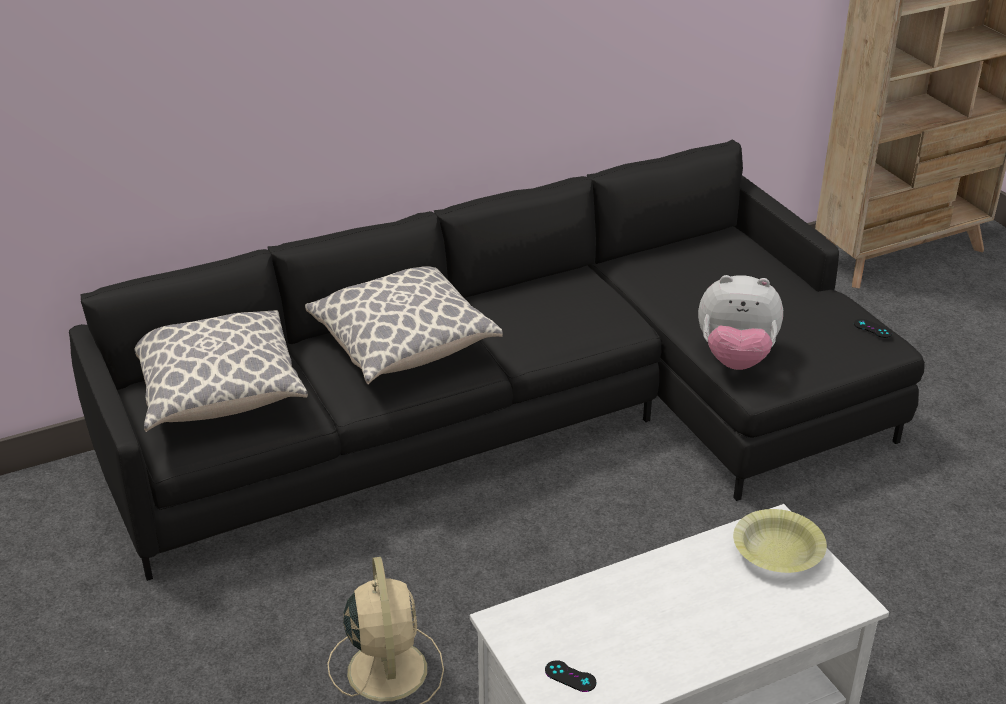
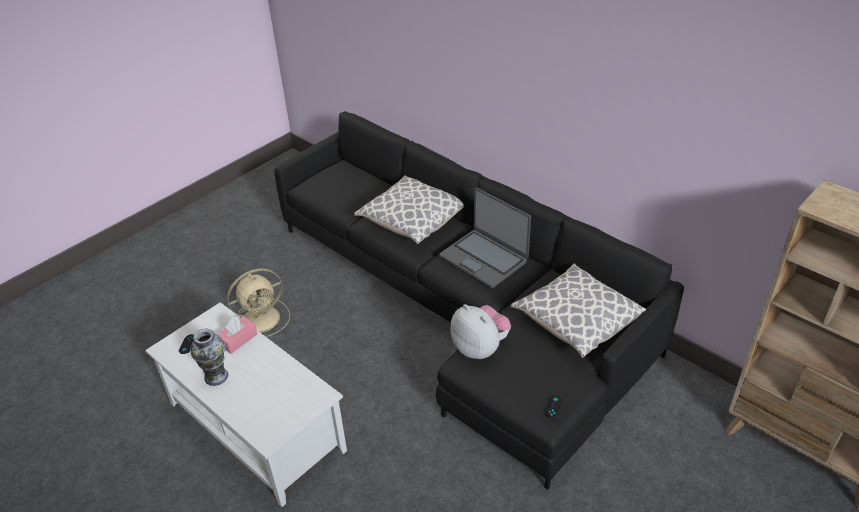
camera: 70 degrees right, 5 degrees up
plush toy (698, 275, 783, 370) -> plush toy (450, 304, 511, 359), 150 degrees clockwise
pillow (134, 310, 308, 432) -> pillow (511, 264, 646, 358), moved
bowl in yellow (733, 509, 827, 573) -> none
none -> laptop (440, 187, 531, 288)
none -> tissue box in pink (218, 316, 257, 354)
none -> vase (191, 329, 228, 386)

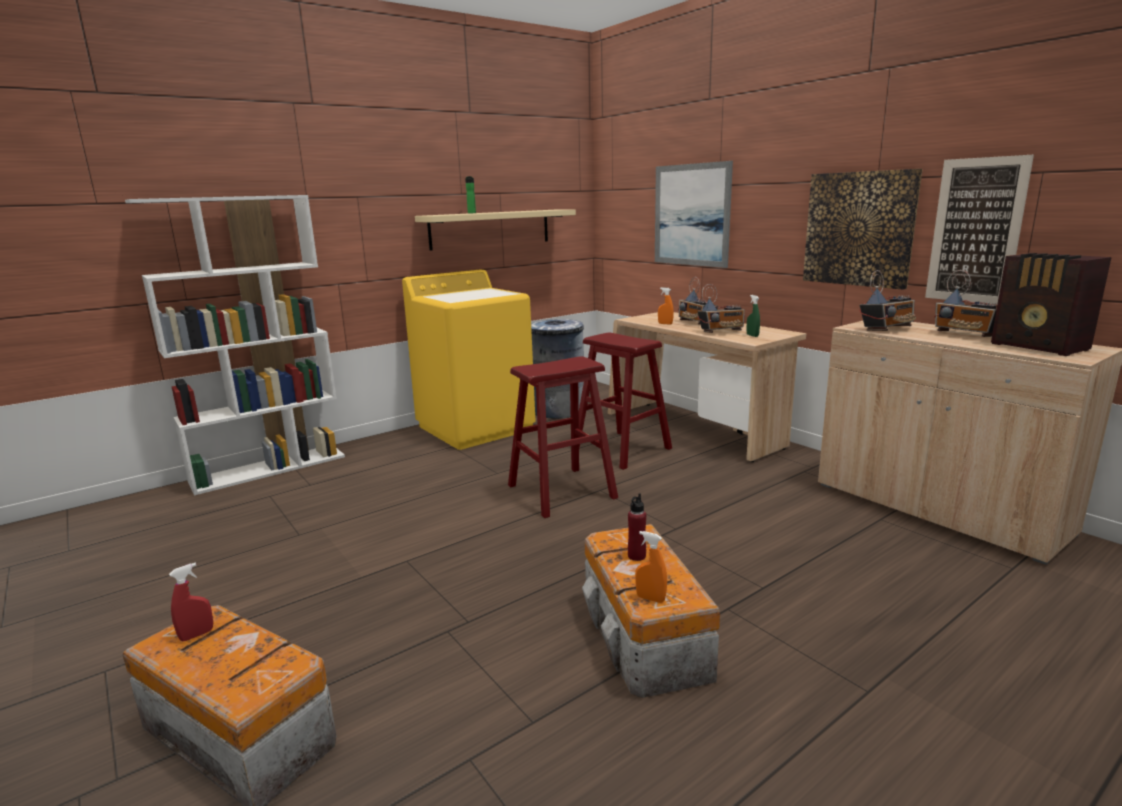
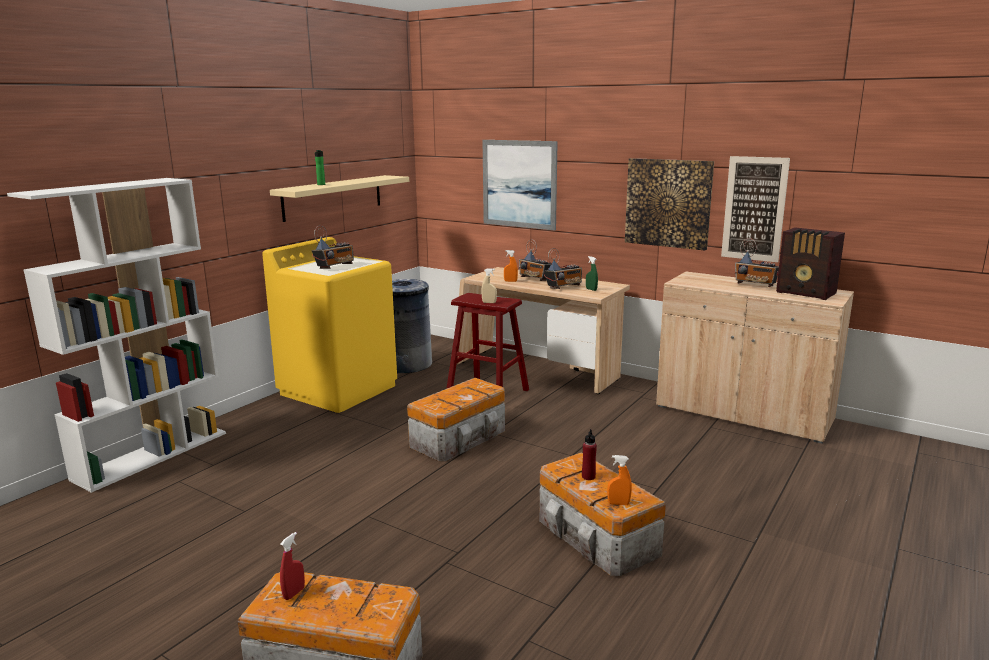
camera: 20 degrees left, 0 degrees up
radio (859, 270, 916, 331) -> radio (312, 225, 354, 269), moved
stool in red (508, 356, 618, 518) -> storage box (407, 378, 505, 461)
none -> spray bottle in beige (482, 268, 497, 303)

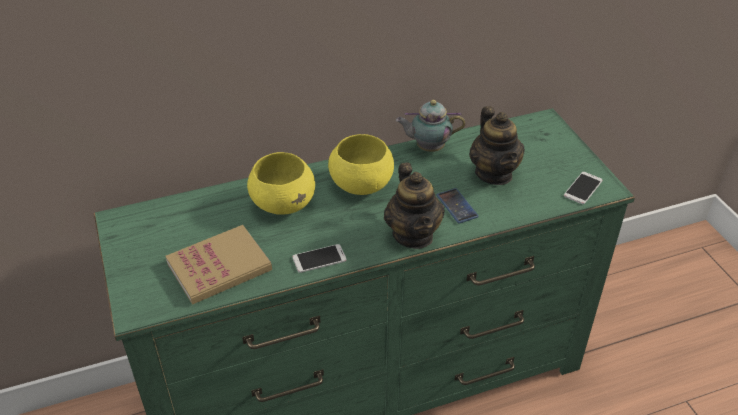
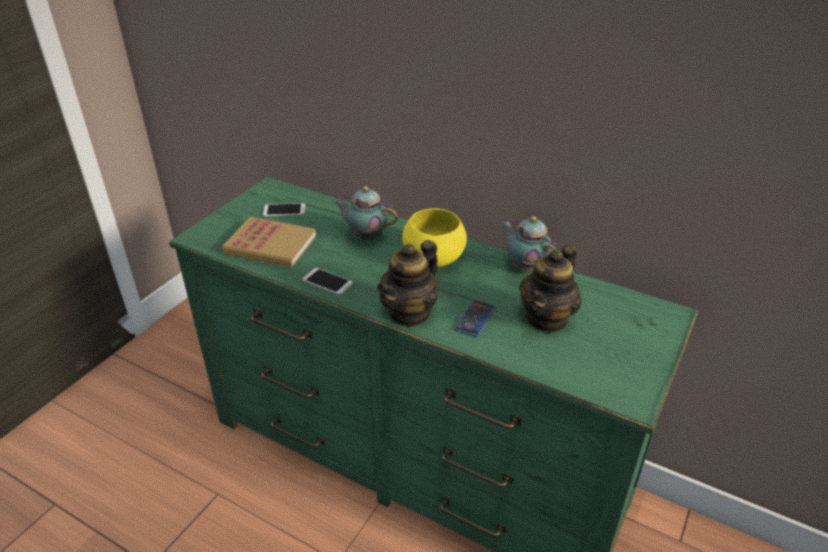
camera: 50 degrees right, 5 degrees down
bowl in yellow (247, 152, 315, 215) -> teapot (333, 186, 398, 240)
phone (564, 172, 602, 204) -> phone (263, 203, 305, 216), moved

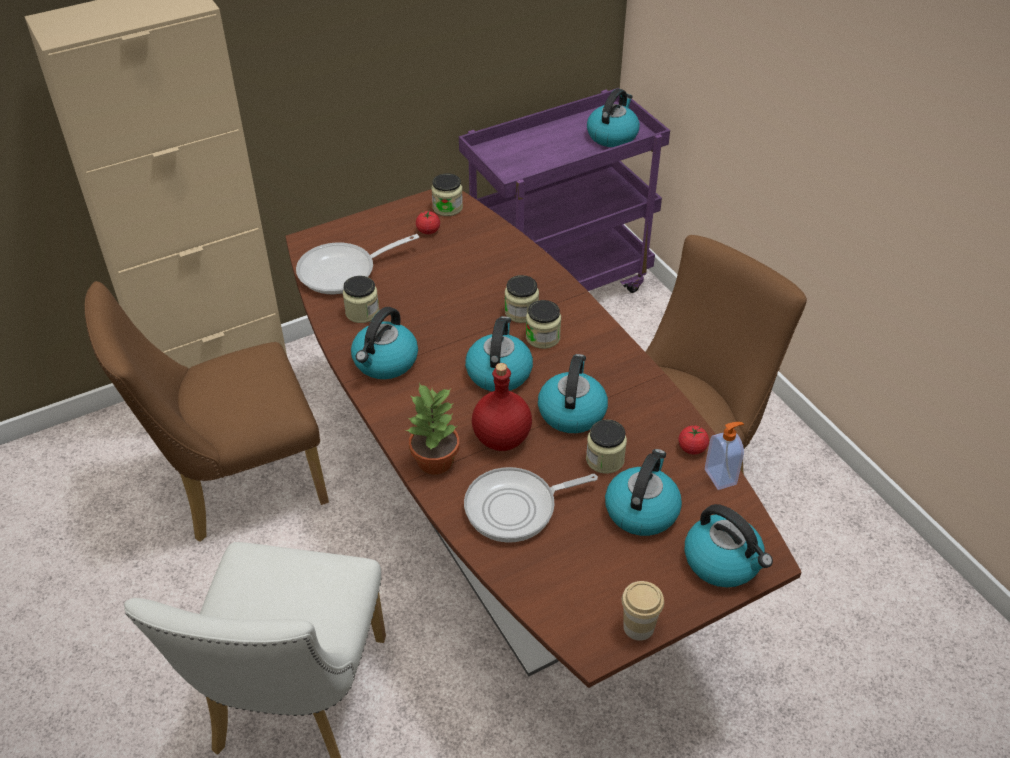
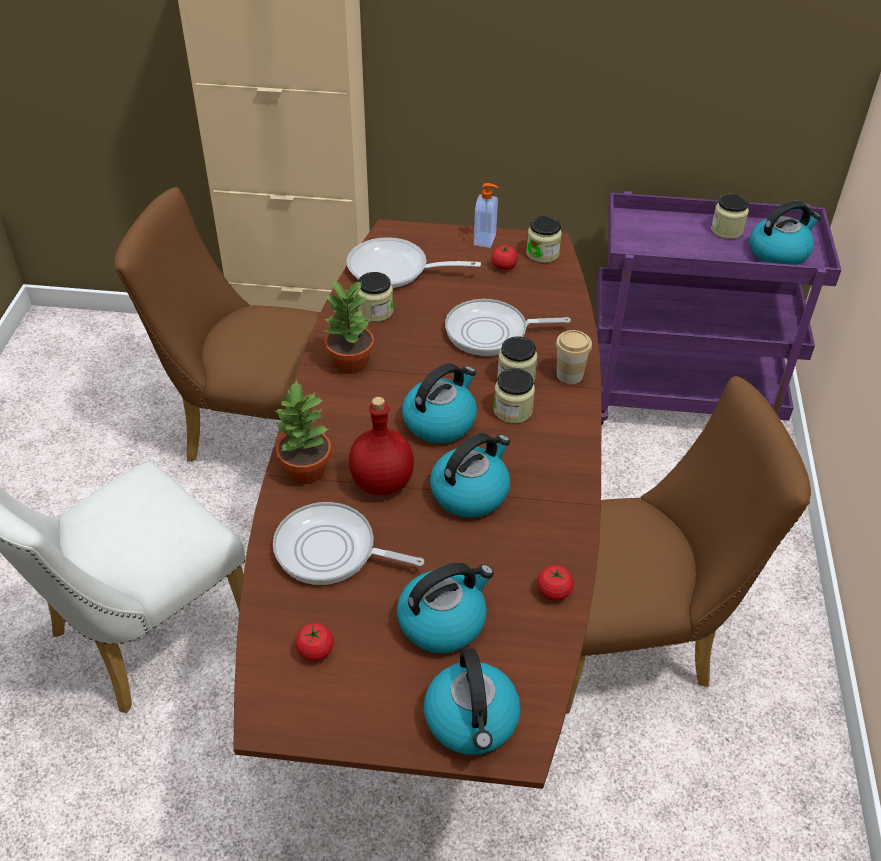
camera: 35 degrees right, 0 degrees up
kettle (351, 307, 418, 379) -> potted plant (323, 280, 374, 374)
jar (586, 419, 627, 474) -> jar (711, 194, 749, 239), moved
soap dispenser (705, 422, 744, 490) -> soap dispenser (474, 183, 499, 248), moved
cup (622, 581, 664, 641) -> cup (556, 330, 592, 384), moved
none -> frying pan (445, 299, 571, 356)
none -> tomato (295, 623, 334, 661)

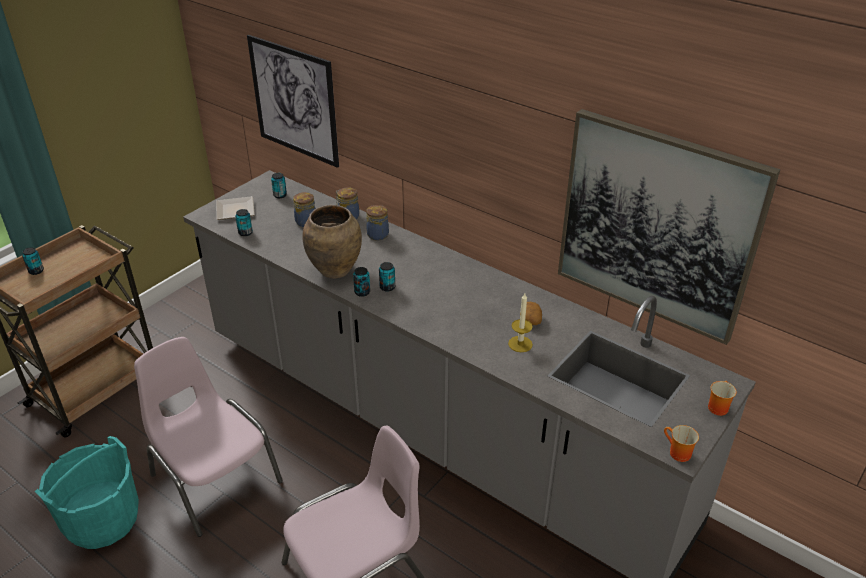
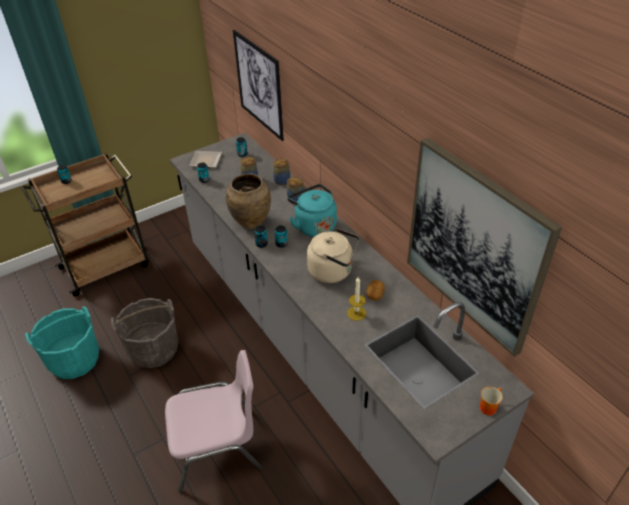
camera: 20 degrees right, 5 degrees up
chair in pink (134, 337, 283, 537) -> bucket in grey (111, 298, 178, 368)
mug (664, 425, 699, 462) -> none
none -> kettle in turquoise (287, 184, 337, 237)
none -> kettle in beige (307, 228, 359, 283)

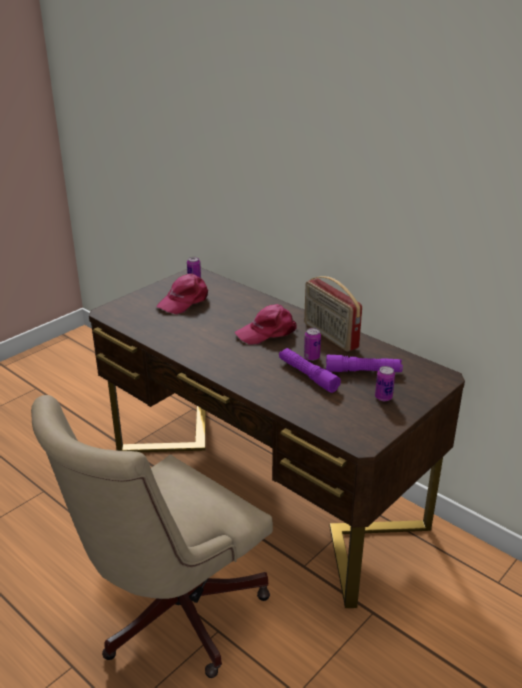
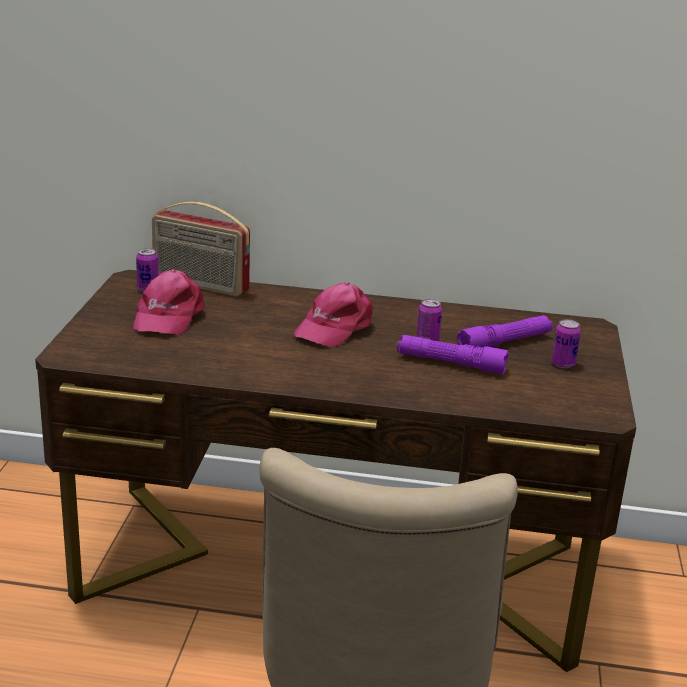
camera: 35 degrees left, 5 degrees down
radio (304, 276, 362, 352) -> radio (152, 202, 250, 297), moved

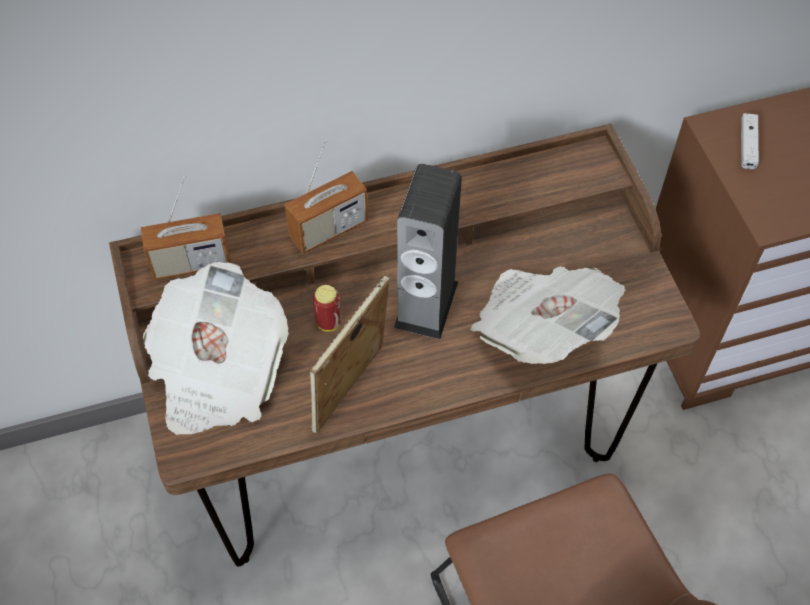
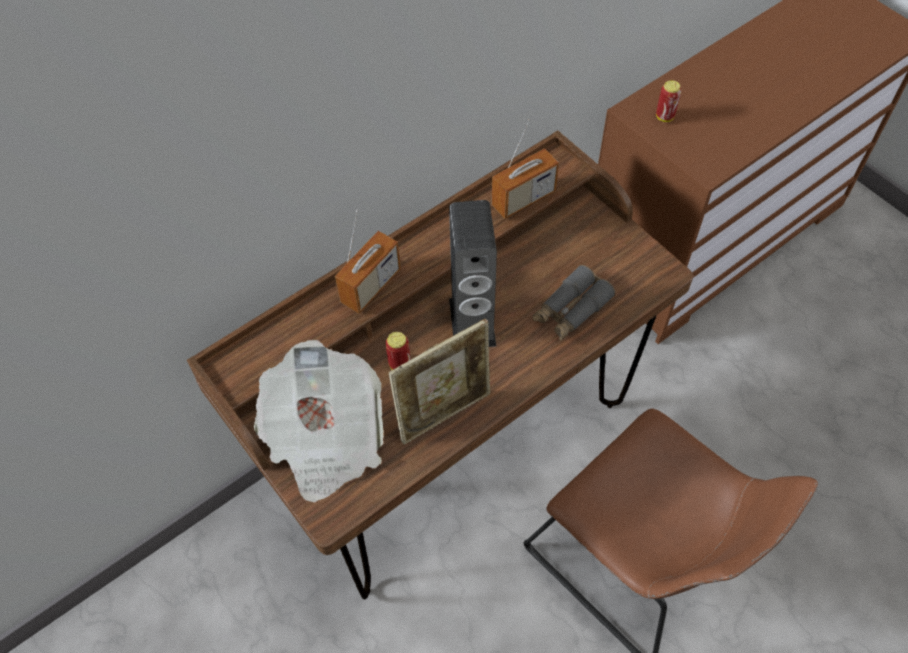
camera: 20 degrees left, 0 degrees up
game controller in white (741, 113, 759, 169) -> can (656, 80, 681, 122)
radio (141, 176, 231, 280) -> radio (492, 119, 559, 219), moved
newspaper (470, 266, 626, 364) -> binoculars in grey (532, 265, 615, 341)
picture frame (310, 276, 389, 433) -> picture frame (389, 319, 490, 445), 135 degrees counterclockwise

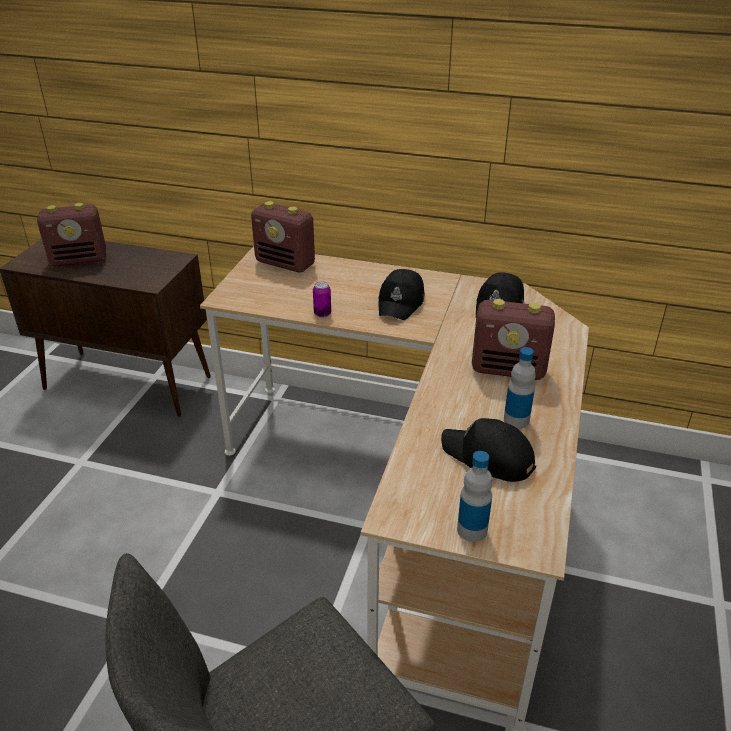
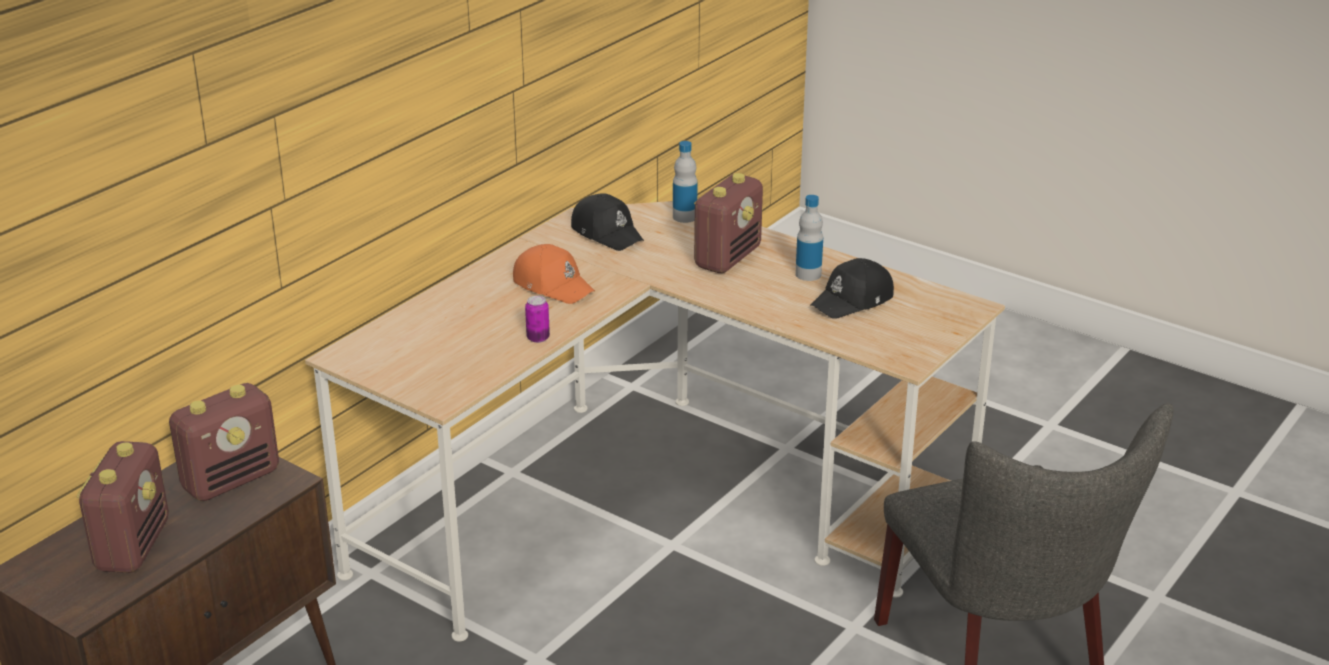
camera: 70 degrees left, 5 degrees down
radio (251, 201, 315, 272) -> radio (169, 383, 279, 501), moved
cap in black (378, 269, 424, 320) -> cap in orange (513, 244, 595, 304)
bottle (457, 451, 493, 542) -> bottle (673, 141, 698, 223), moved

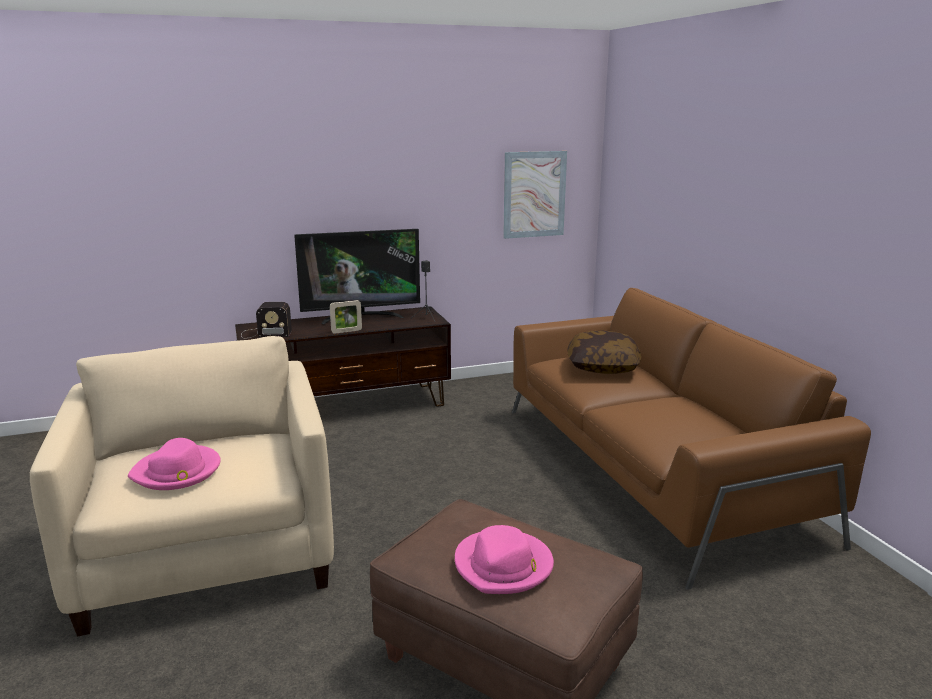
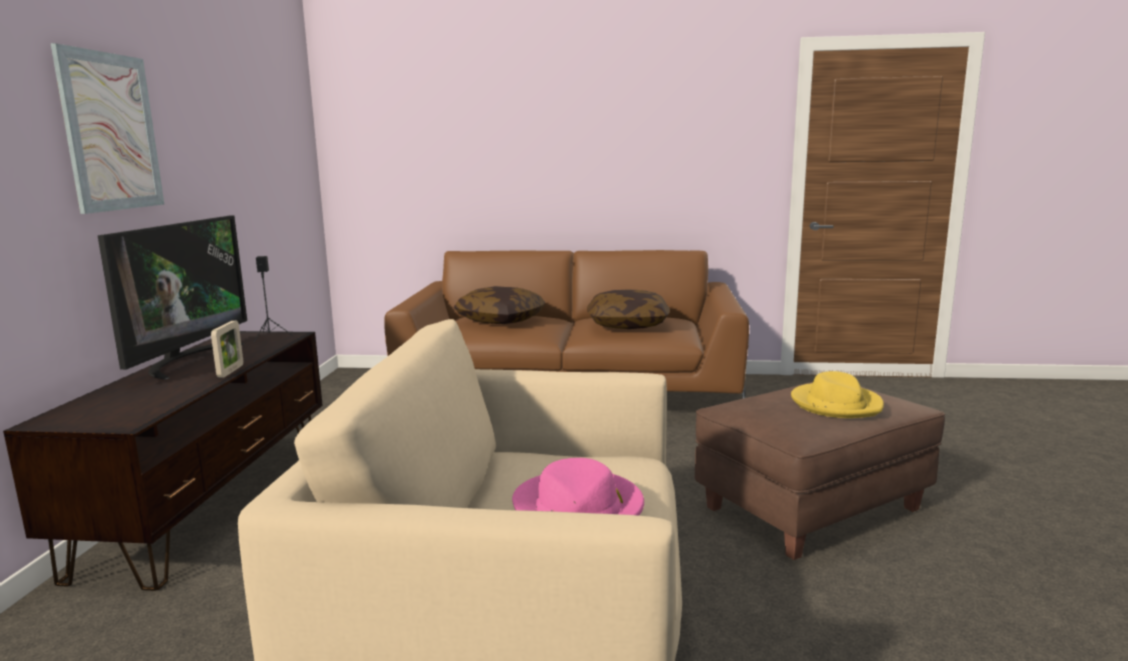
camera: 65 degrees left, 5 degrees down
picture (503, 151, 567, 239) -> picture (51, 43, 164, 214), moved
radio (241, 302, 292, 338) -> none
hat in pink (455, 525, 554, 594) -> hat in yellow (791, 371, 884, 418)
none -> pillow (587, 289, 670, 329)

